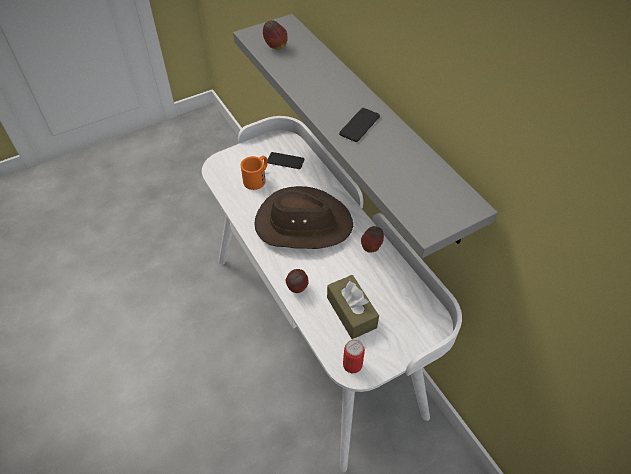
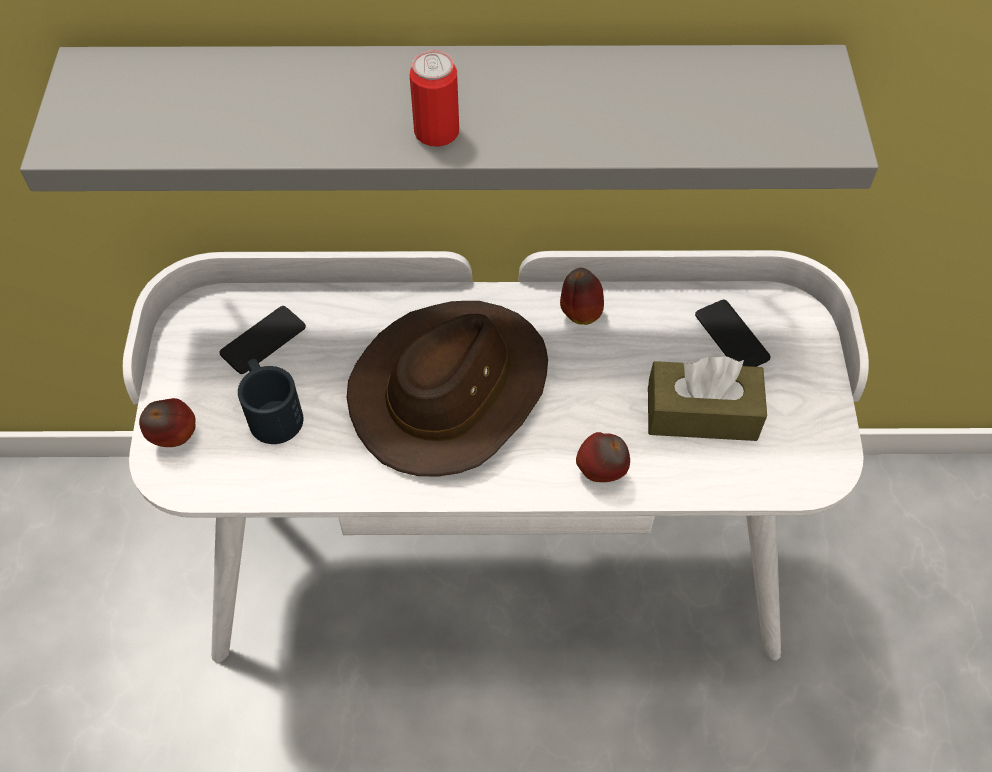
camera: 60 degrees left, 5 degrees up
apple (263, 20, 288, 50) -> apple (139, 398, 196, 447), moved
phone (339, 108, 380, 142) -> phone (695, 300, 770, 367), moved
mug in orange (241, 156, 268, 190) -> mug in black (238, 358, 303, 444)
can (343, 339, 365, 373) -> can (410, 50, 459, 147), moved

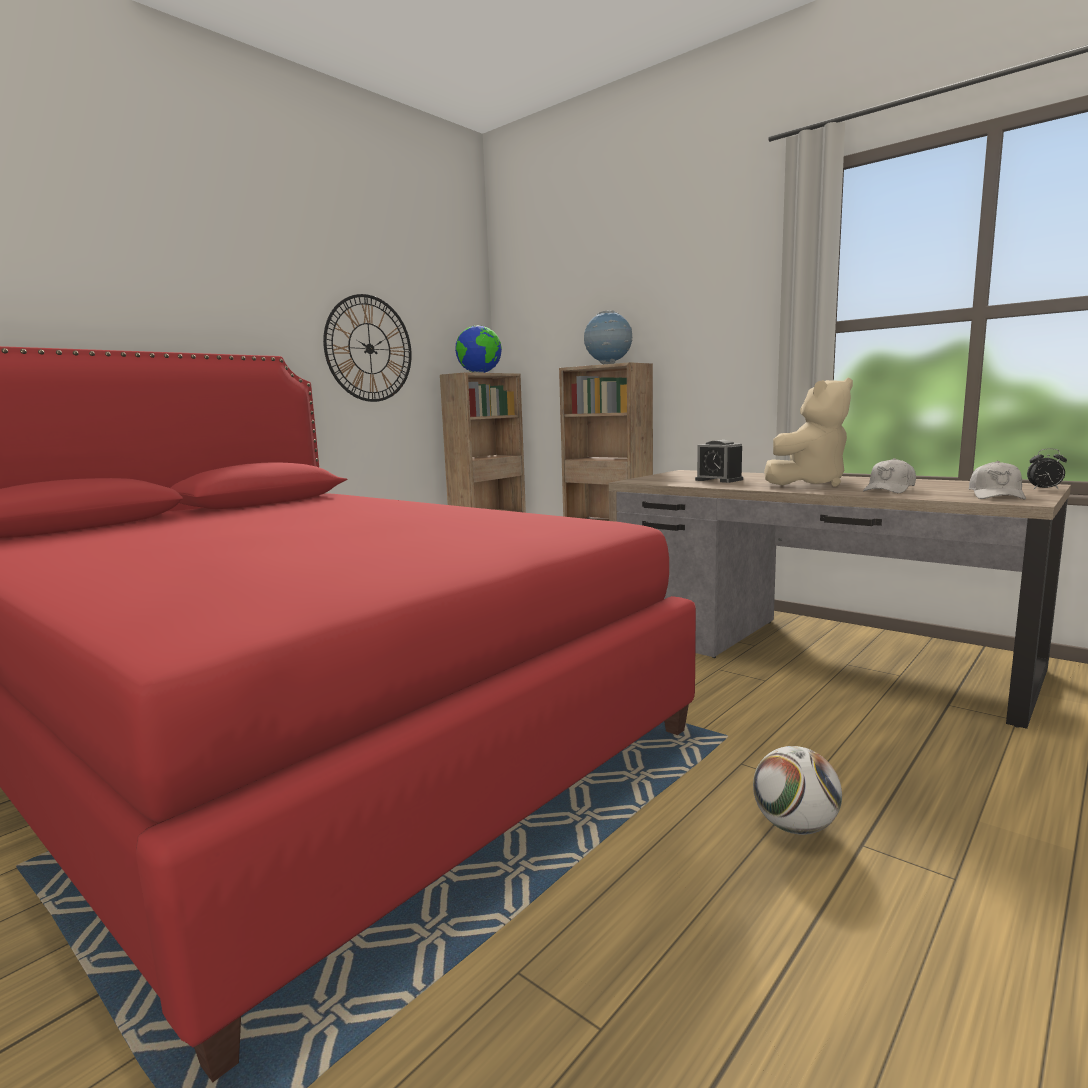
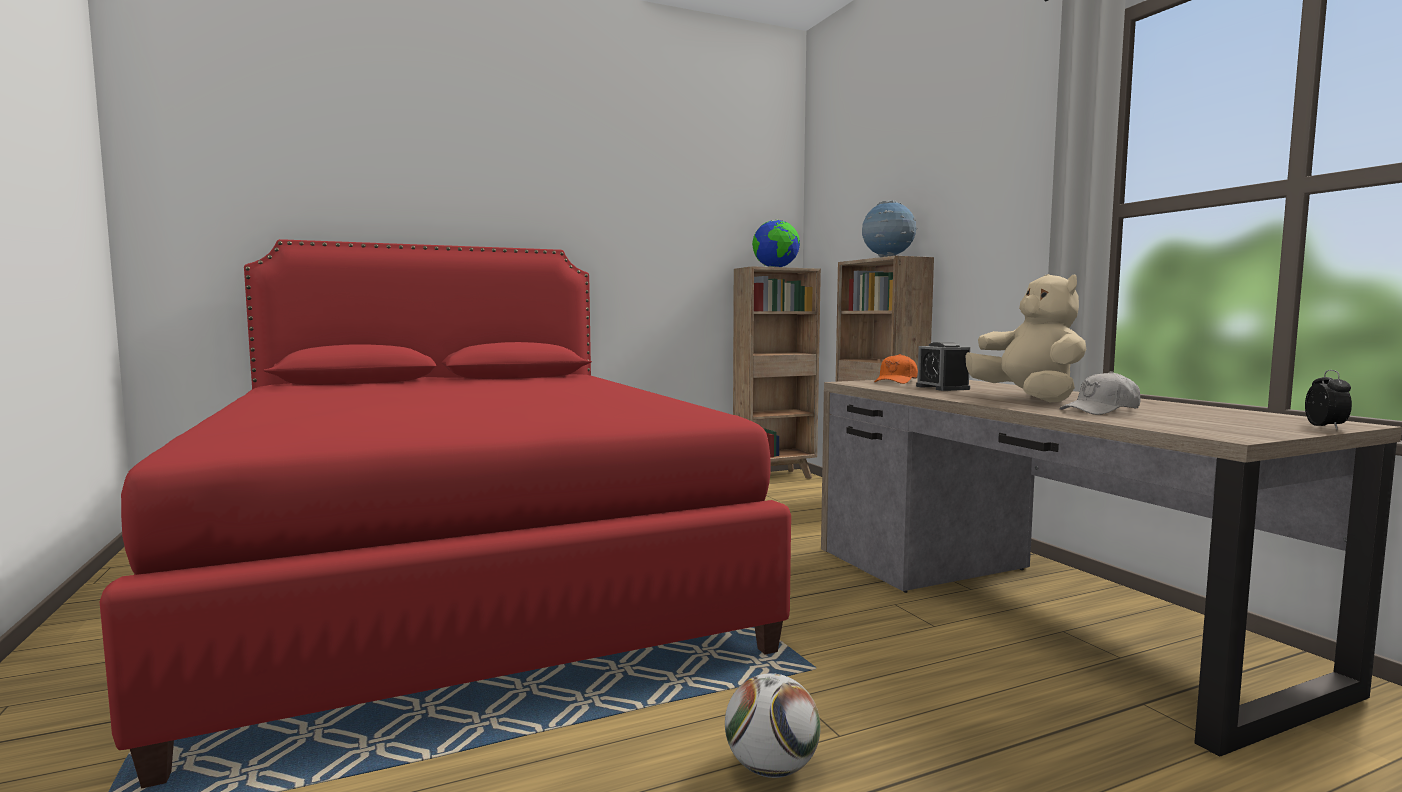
camera: 25 degrees right, 5 degrees down
wall clock (323, 294, 412, 402) -> none
plush toy in beige (764, 378, 853, 487) -> plush toy in beige (965, 274, 1086, 402), 105 degrees counterclockwise
alarm clock (1027, 449, 1067, 490) -> alarm clock (1305, 370, 1352, 430), 120 degrees counterclockwise
cap in white (969, 461, 1026, 499) -> none
none -> cap in orange (874, 354, 918, 384)

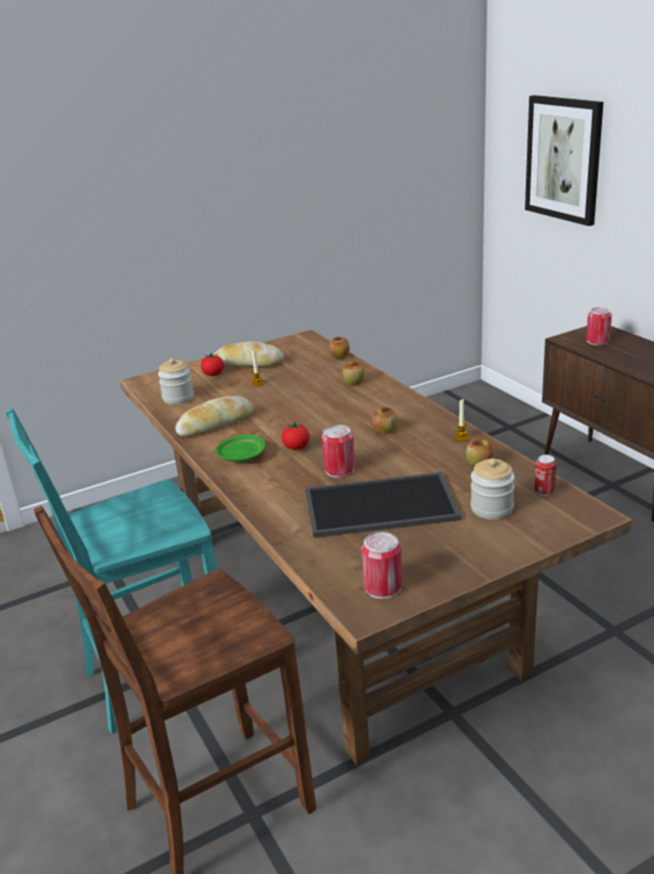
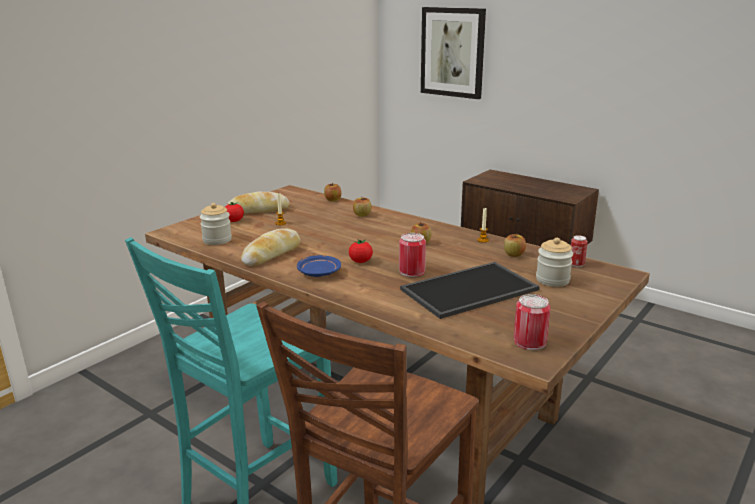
camera: 25 degrees left, 5 degrees down
can (586, 307, 612, 345) -> none
plate in green (216, 435, 266, 462) -> plate in blue (297, 255, 341, 277)

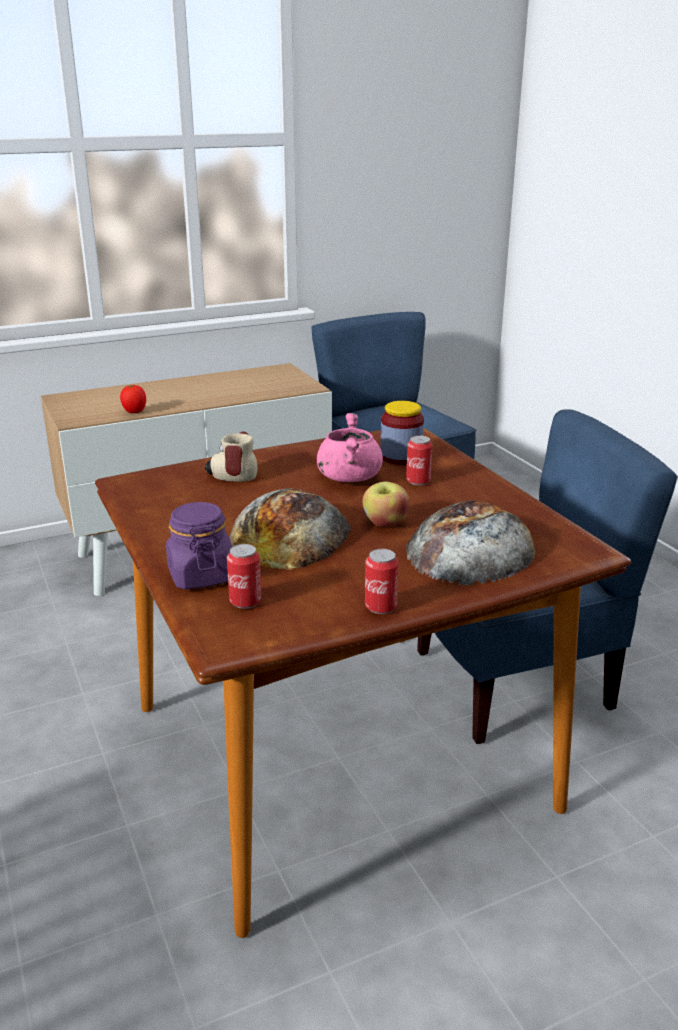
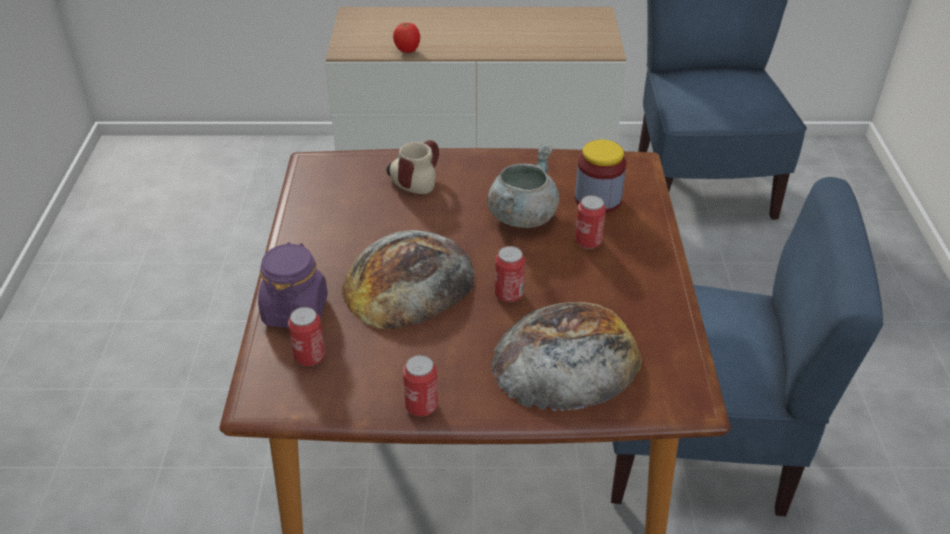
camera: 25 degrees right, 15 degrees up
cooking pot in pink (317, 413, 383, 482) -> cooking pot in grey (487, 144, 559, 228)
apple (362, 482, 410, 527) -> can (495, 246, 525, 302)

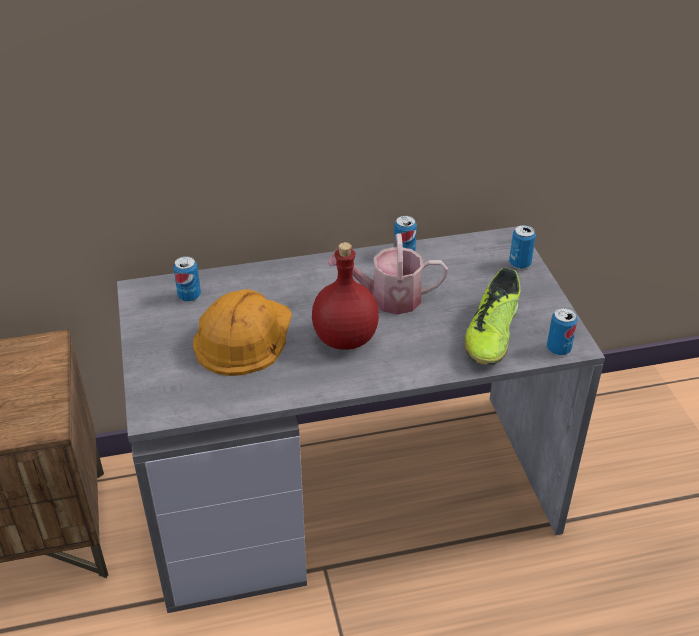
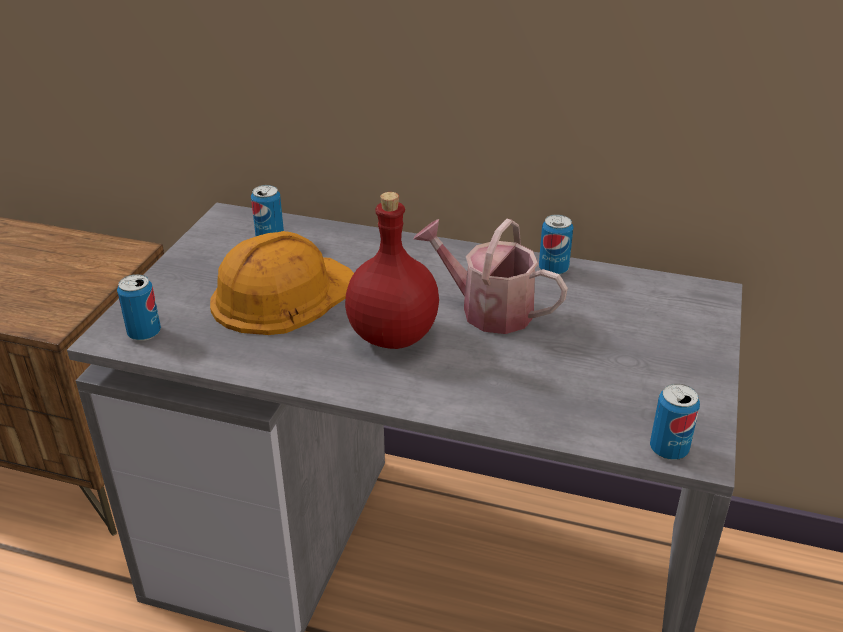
camera: 30 degrees right, 5 degrees down
can (509, 225, 536, 269) -> can (117, 274, 161, 341), moved
shoe (465, 268, 520, 365) -> none

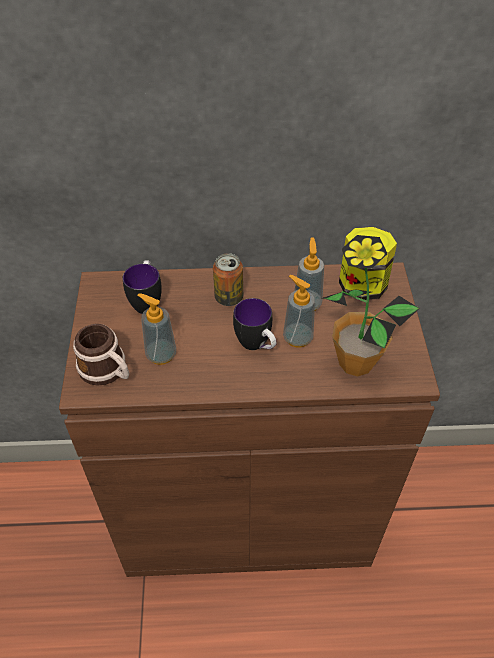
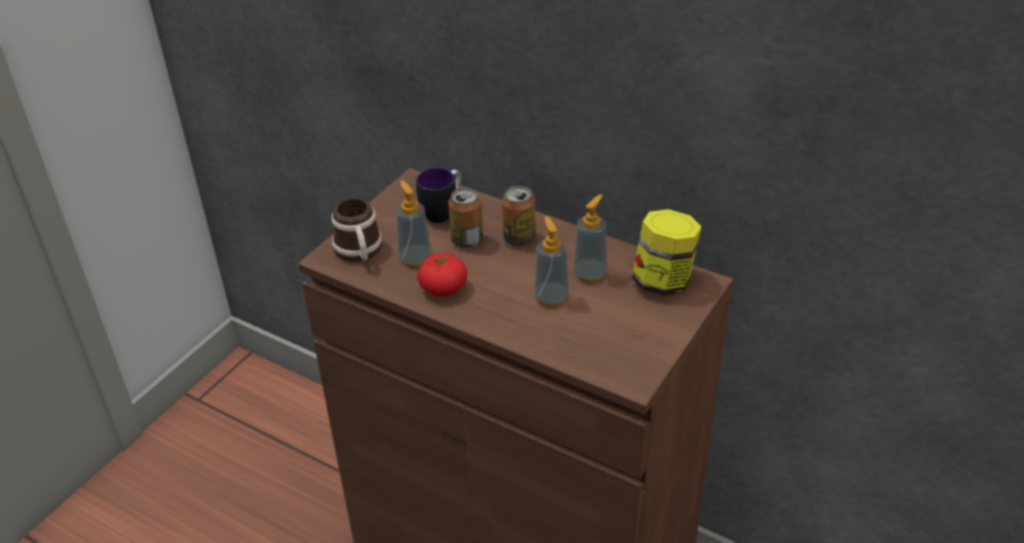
camera: 35 degrees right, 10 degrees down
potted plant (321, 235, 420, 377) -> none
mug (233, 298, 276, 350) -> none
none -> can (448, 187, 483, 248)
none -> tomato (417, 253, 467, 296)

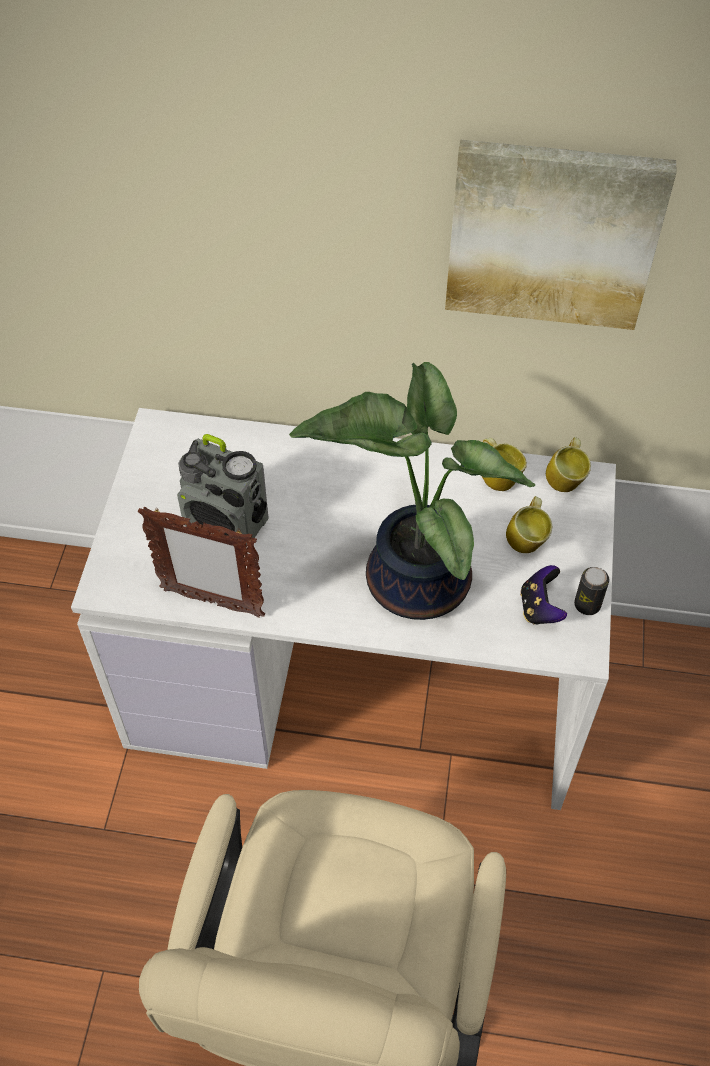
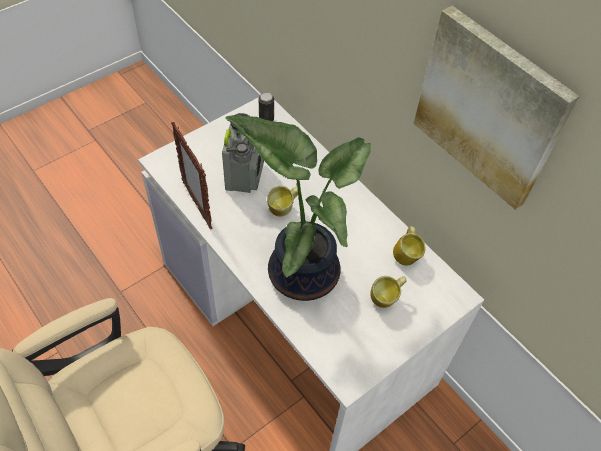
camera: 40 degrees right, 0 degrees up
radio (177, 434, 269, 545) -> radio (222, 113, 264, 193), 150 degrees counterclockwise
mug (546, 437, 591, 492) -> mug (267, 186, 298, 216), moved
game controller (520, 565, 567, 625) -> none
can (574, 567, 609, 615) -> can (259, 92, 274, 121), moved

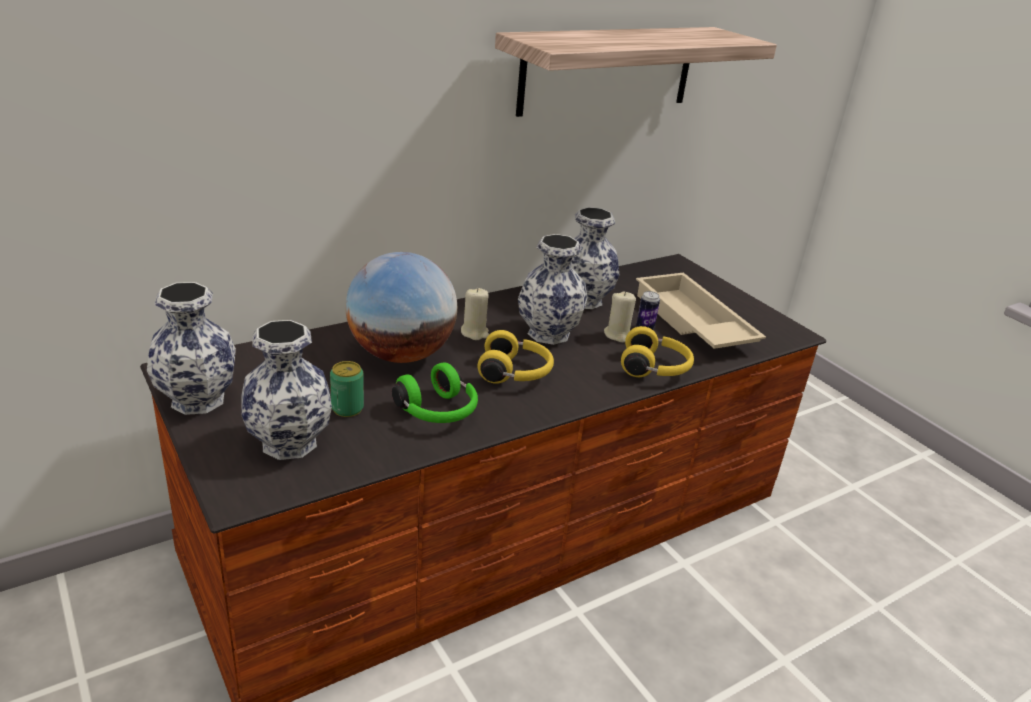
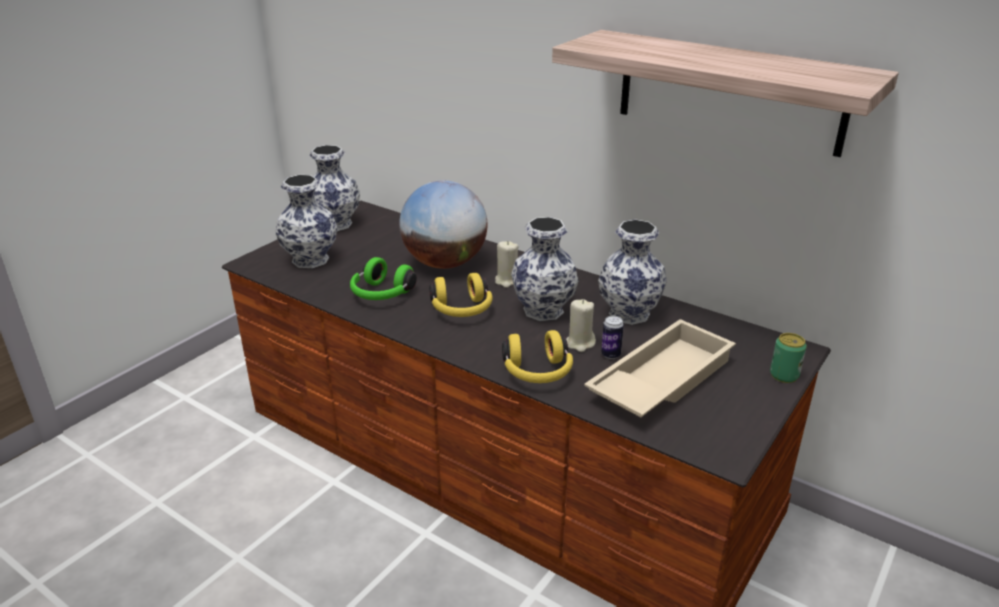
camera: 70 degrees right, 0 degrees up
can (330, 361, 364, 417) -> can (770, 333, 807, 383), moved

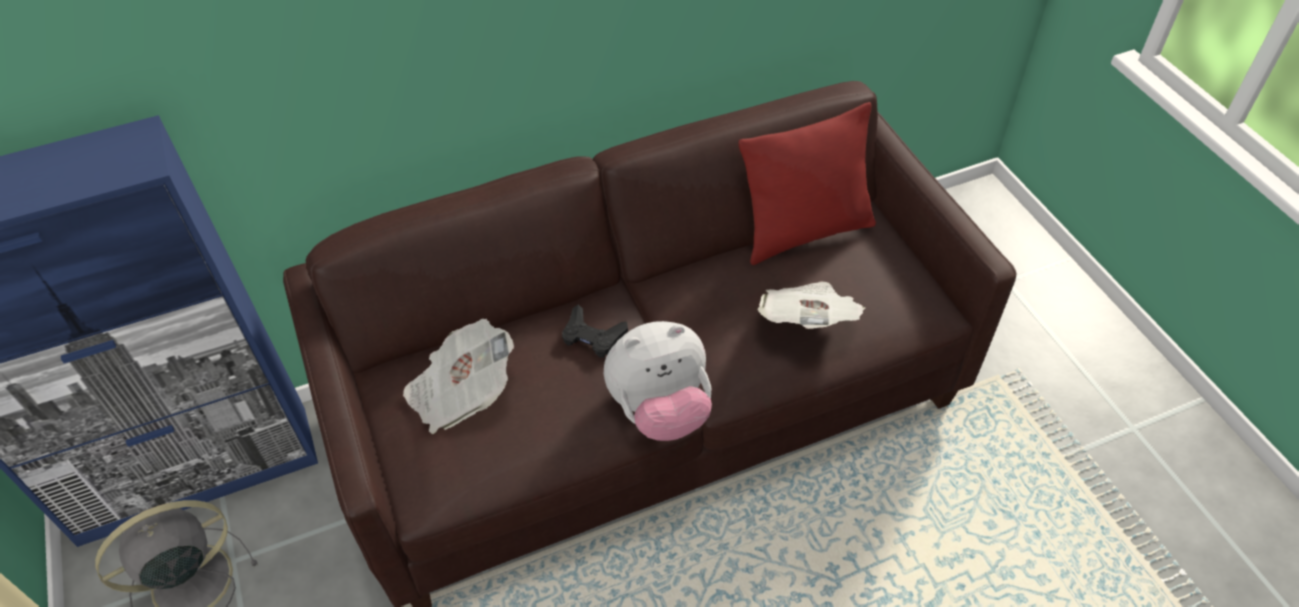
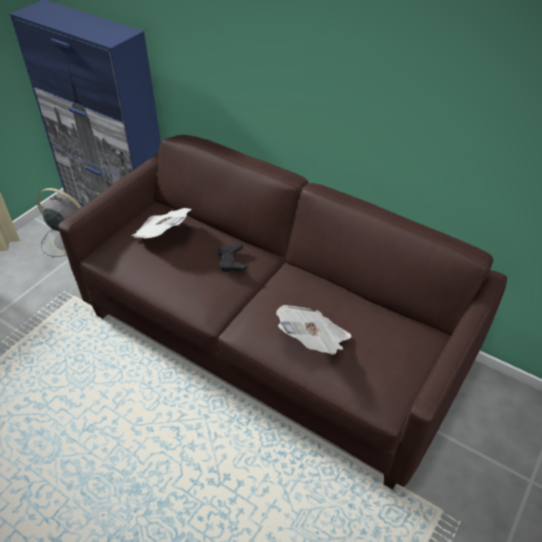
camera: 55 degrees right, 5 degrees down
pillow in red (739, 102, 876, 265) -> none
plush toy (604, 321, 712, 441) -> none

